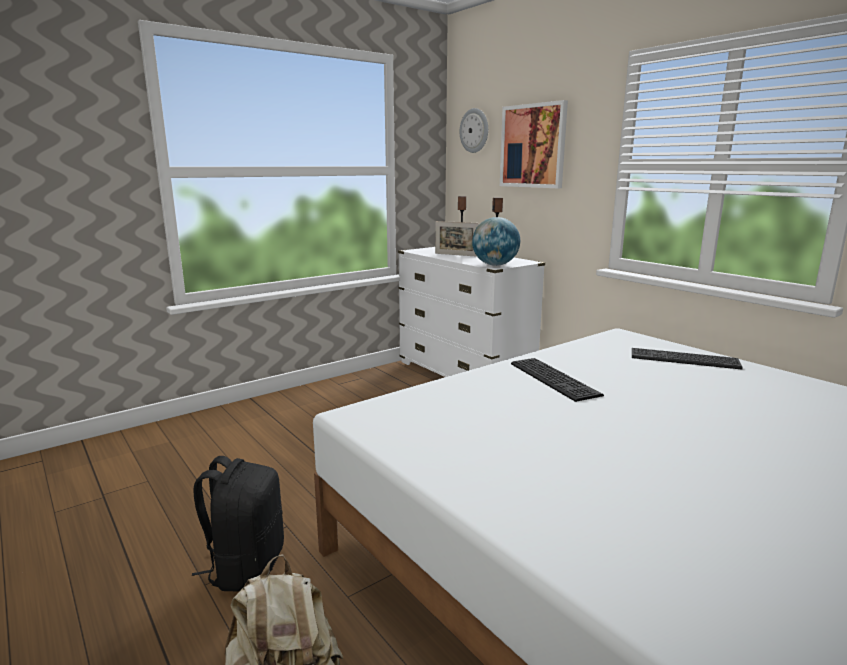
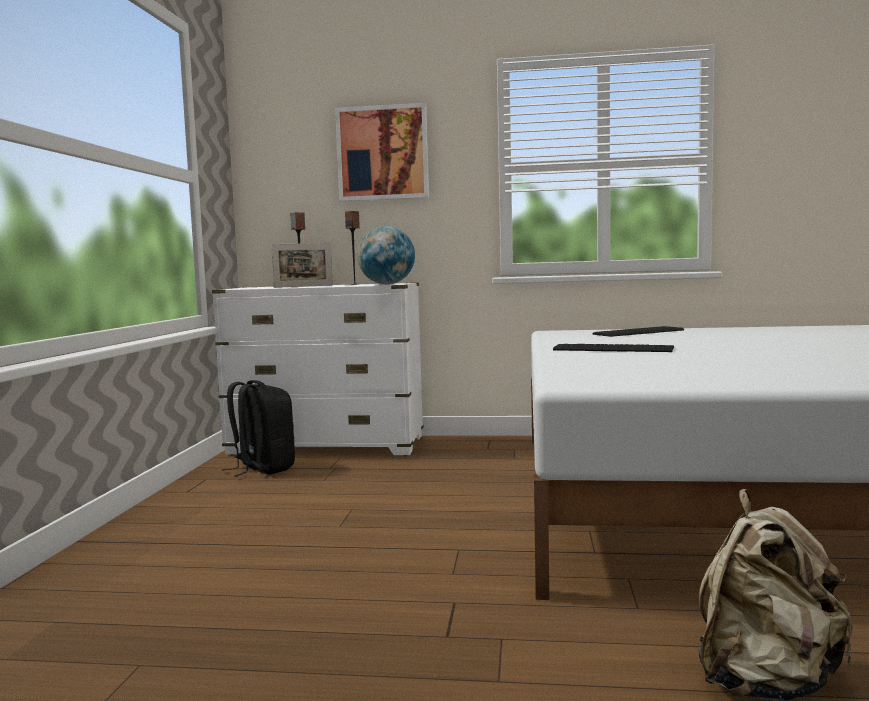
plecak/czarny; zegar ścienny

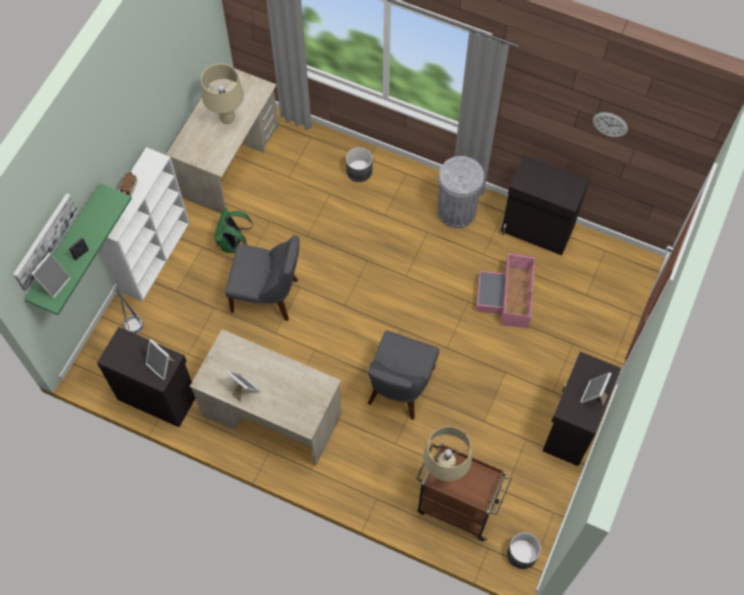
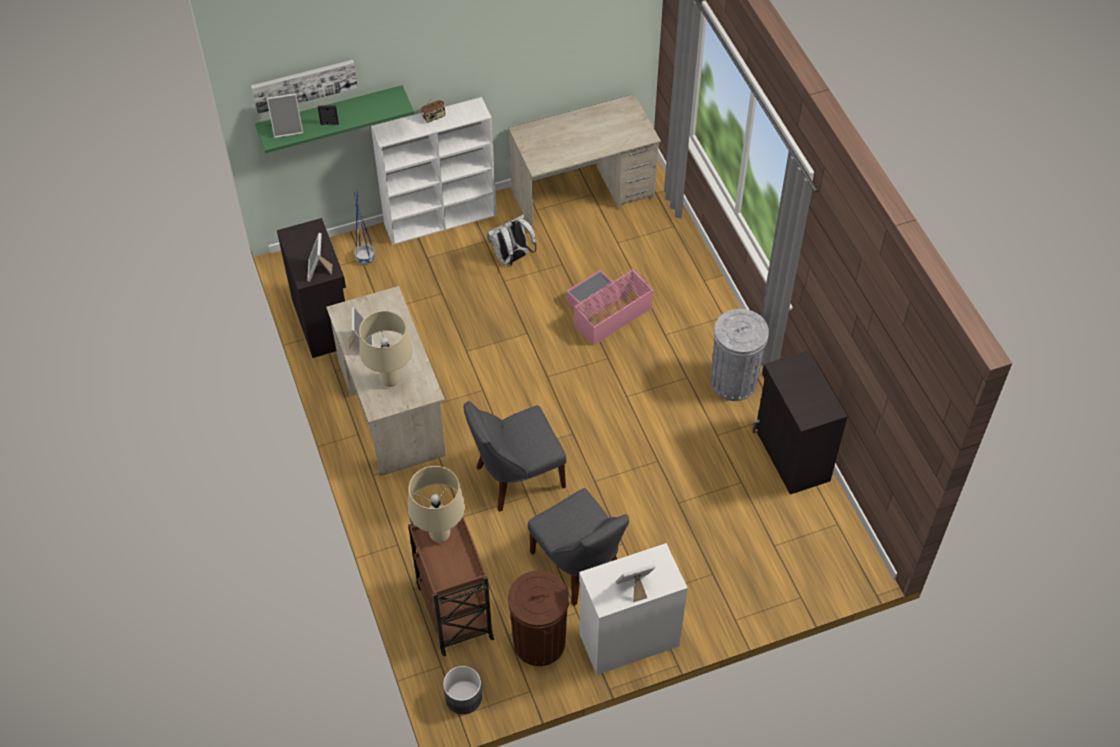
lampa stołowa/beżowy (1st from left); plecak/biały; krzesło/szary (2nd from left); donica/szary (1st from left in the first image); pojemnik do przechowywania/różowy; szafka/biały; zegar ścienny; kosz na śmieci/brązowy

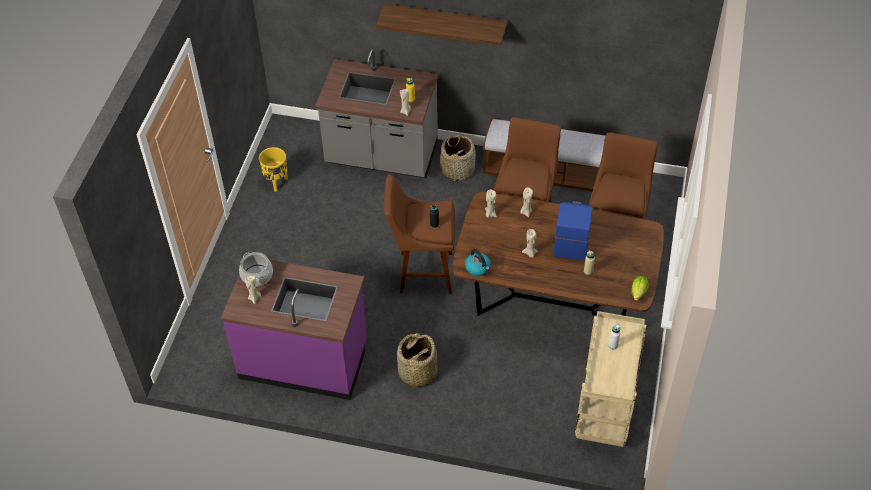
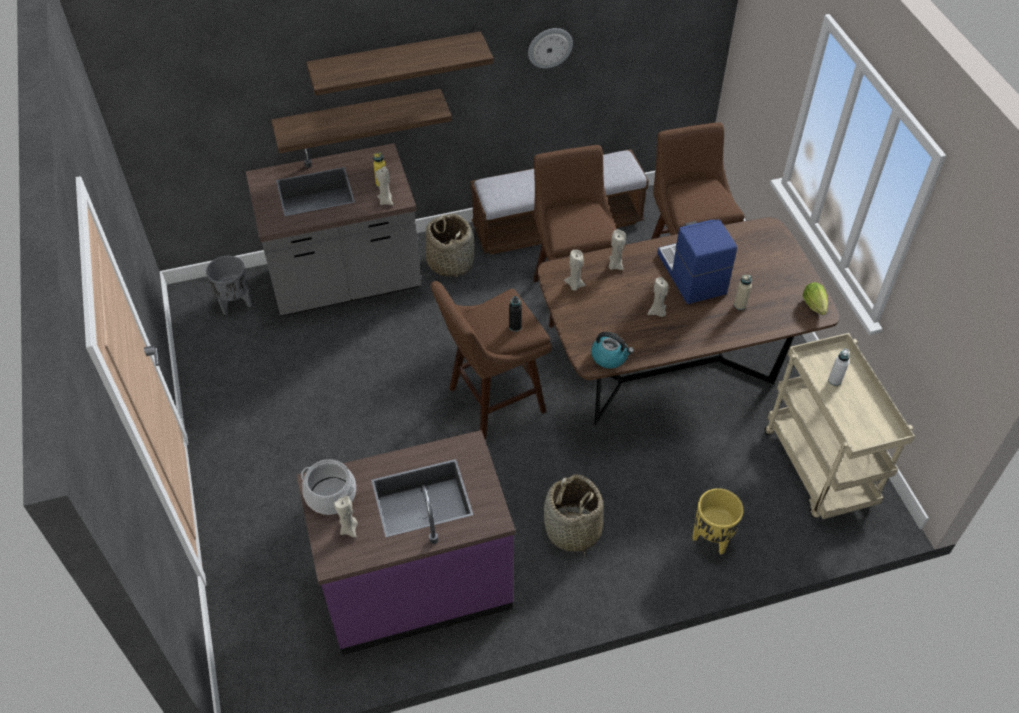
donica/żółty; donica/szary; półka (1st from left); zegar ścienny

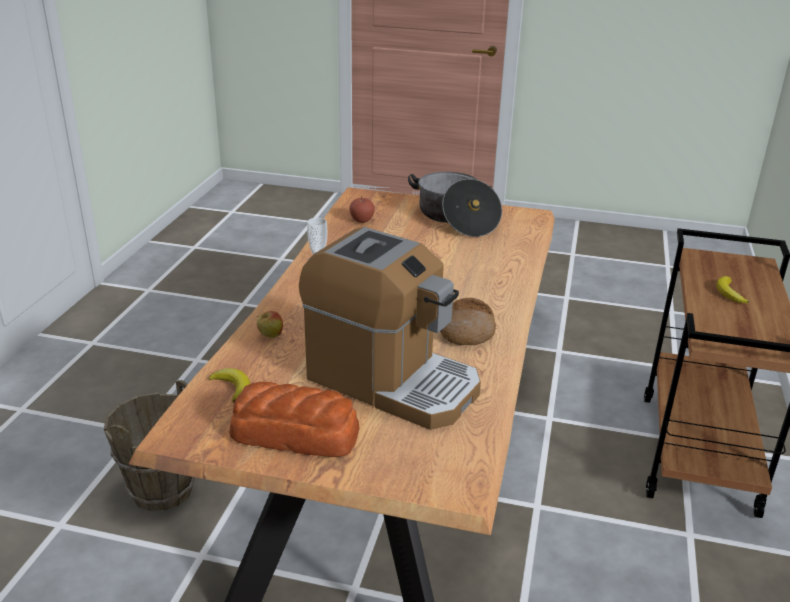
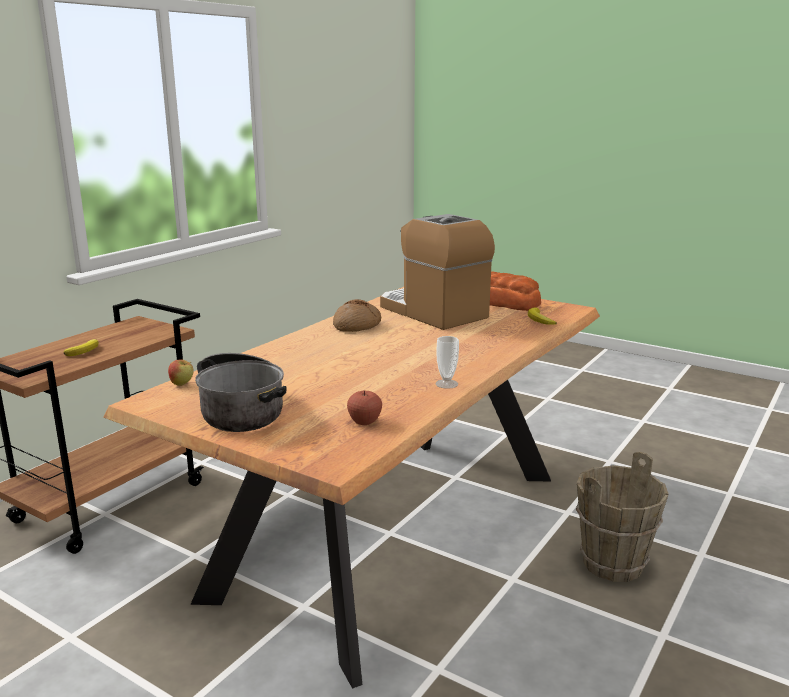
jabłko (1st from left)

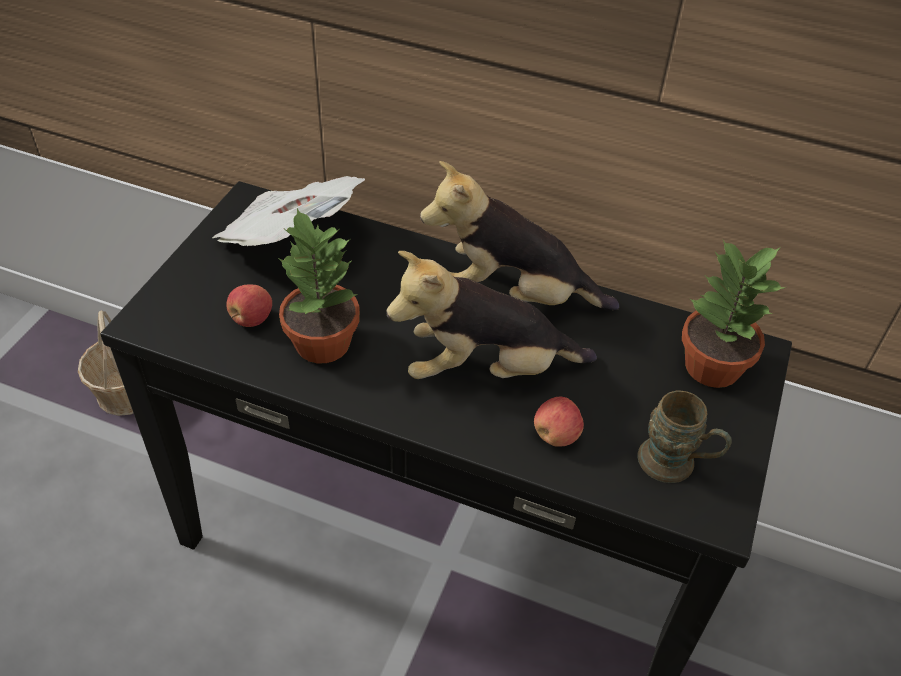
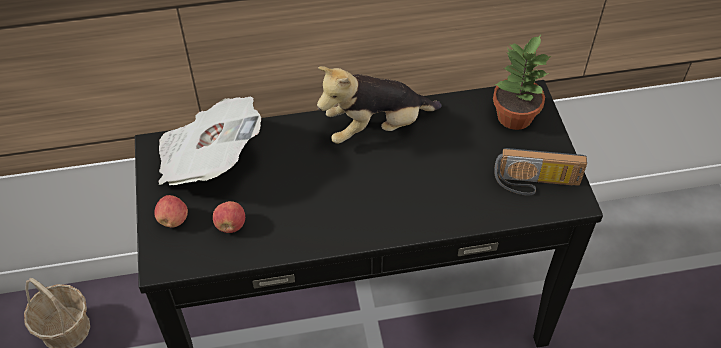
roślina doniczkowa (1st from left in the first image); pluszak (1st from left in the first image); jabłko (1st from left); radio

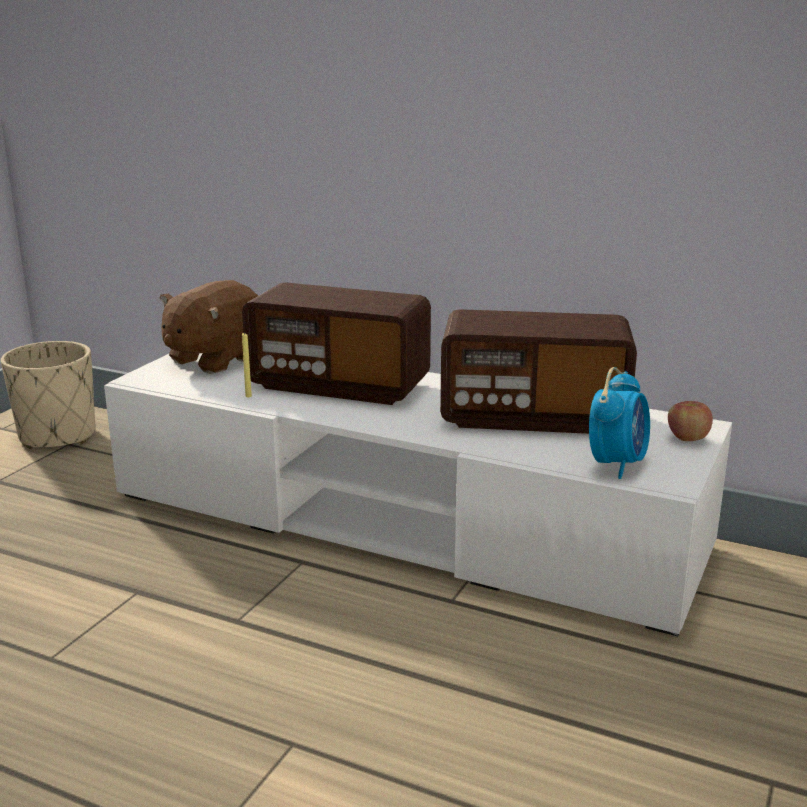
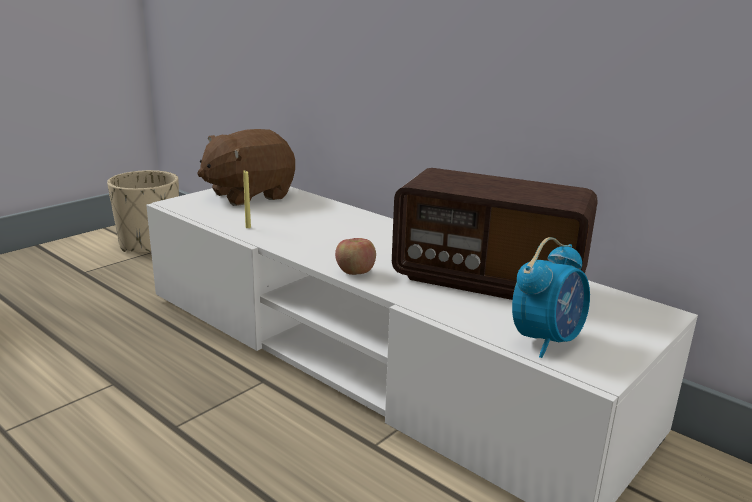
radio (1st from left in the first image); jabłko

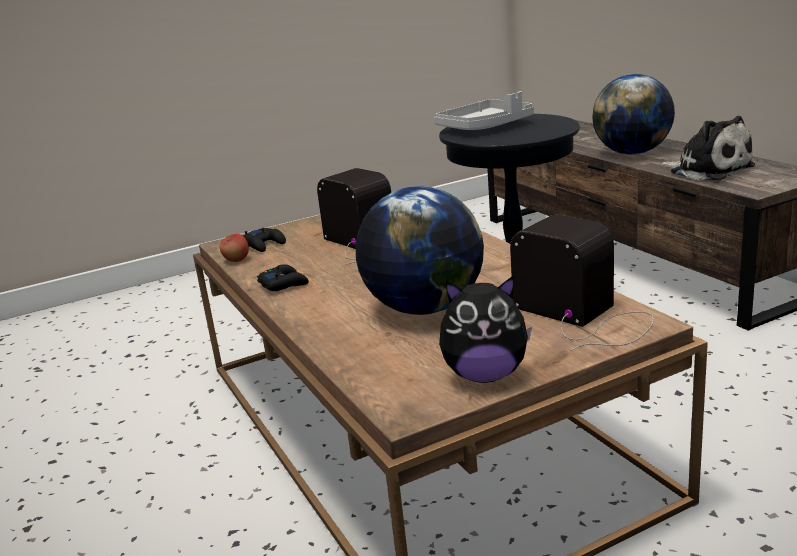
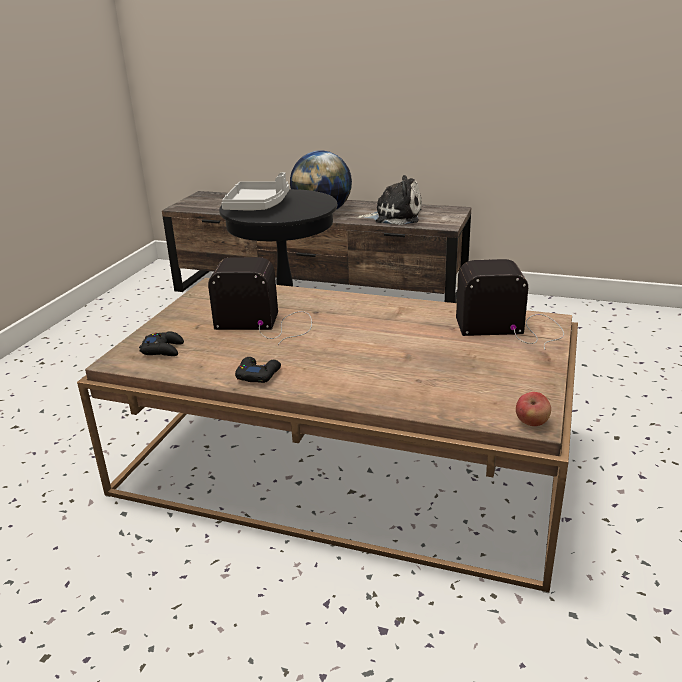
jabłko; globus (1st from left in the first image); pluszak (1st from left in the first image)

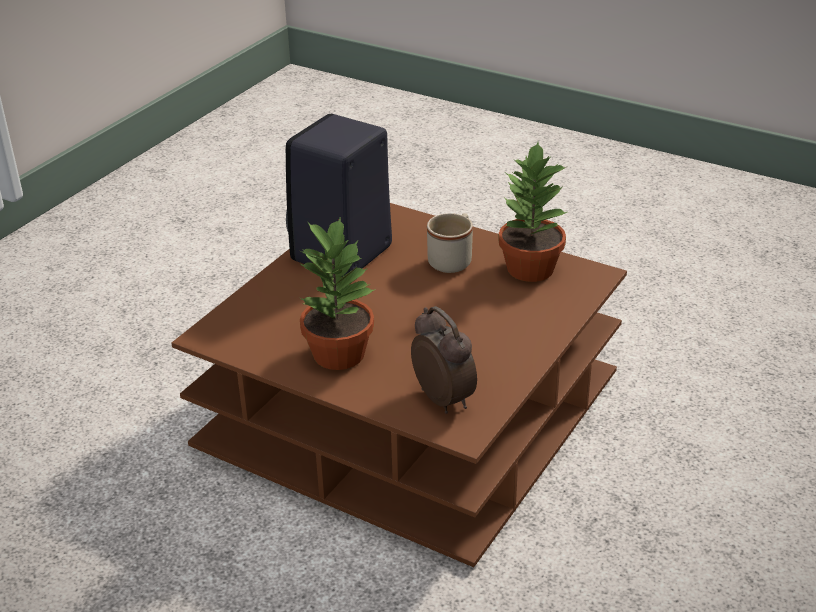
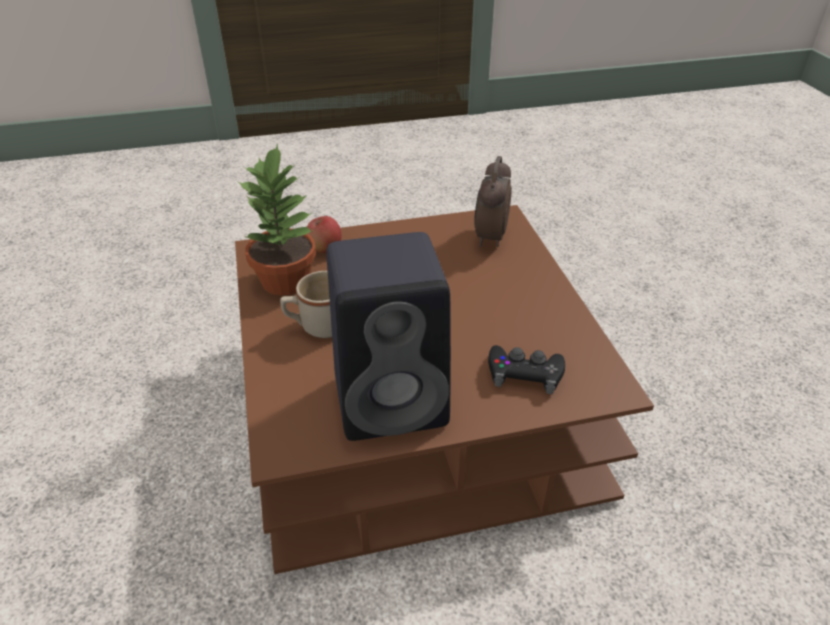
roślina doniczkowa (1st from left in the first image); jabłko; pad do gier/czarny

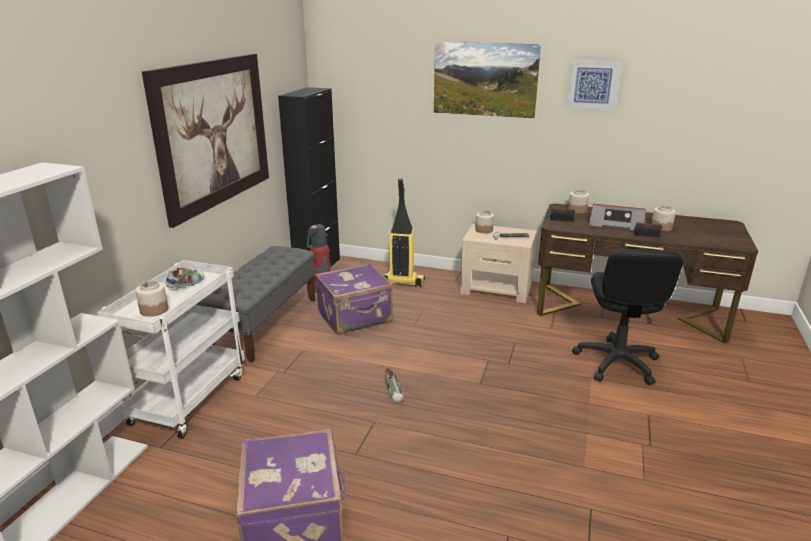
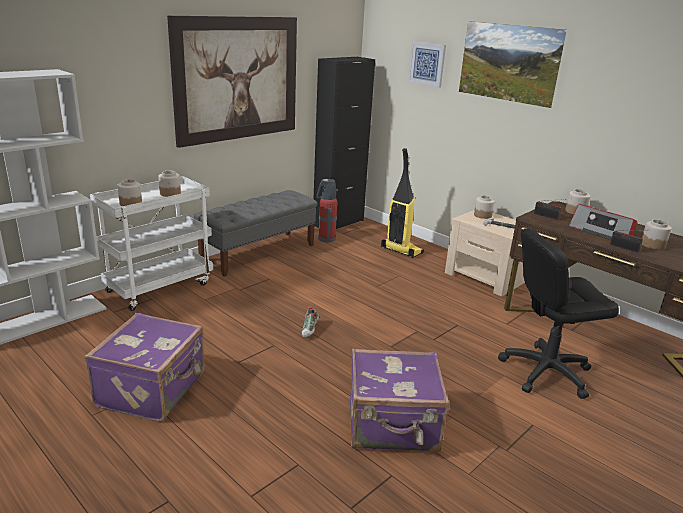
słoik (2nd from left); walizka/fioletowy (2nd from left); obraz (2nd from left); krzesło biurowe/czarny

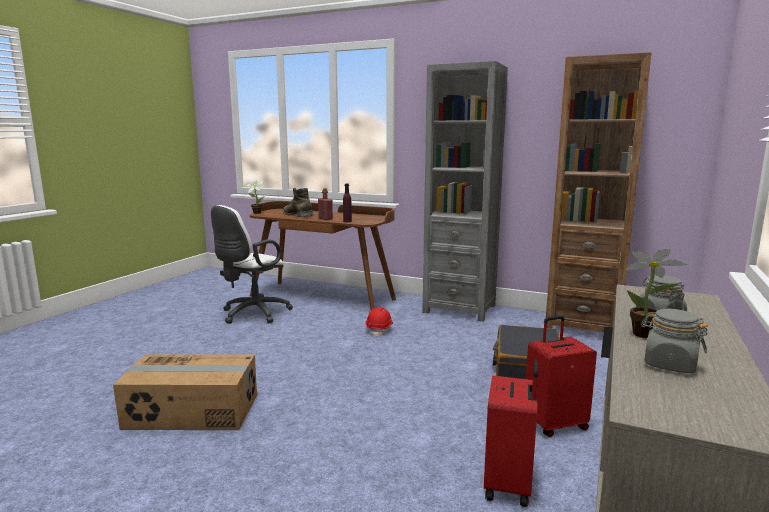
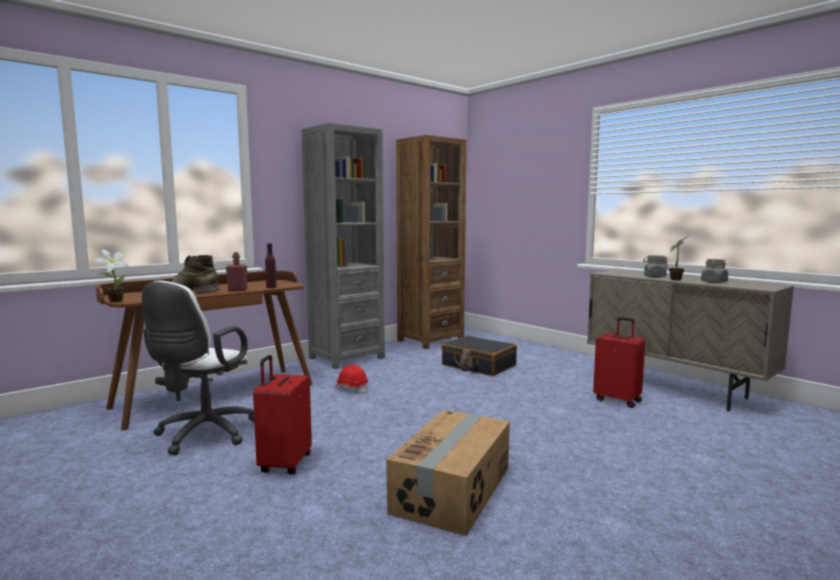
krzesło biurowe/biały; walizka/czerwony (1st from left)

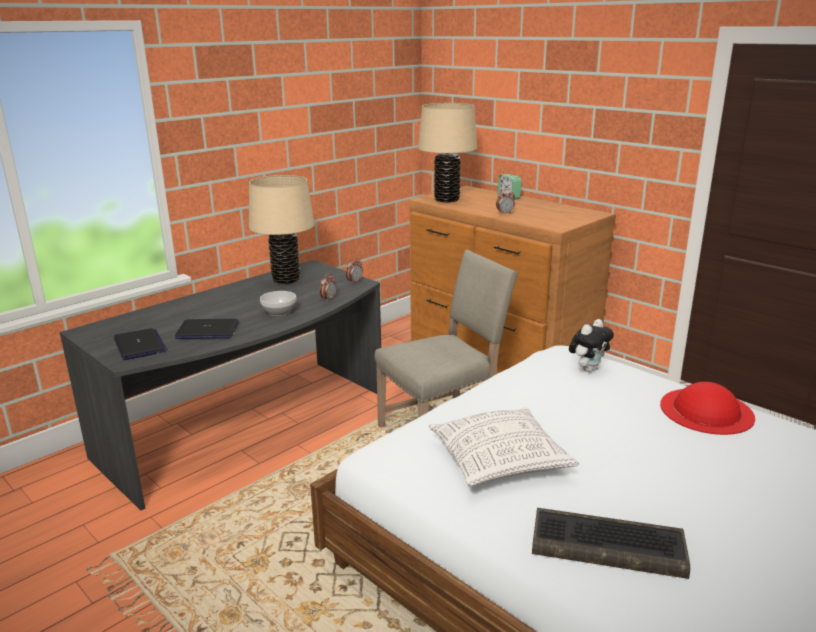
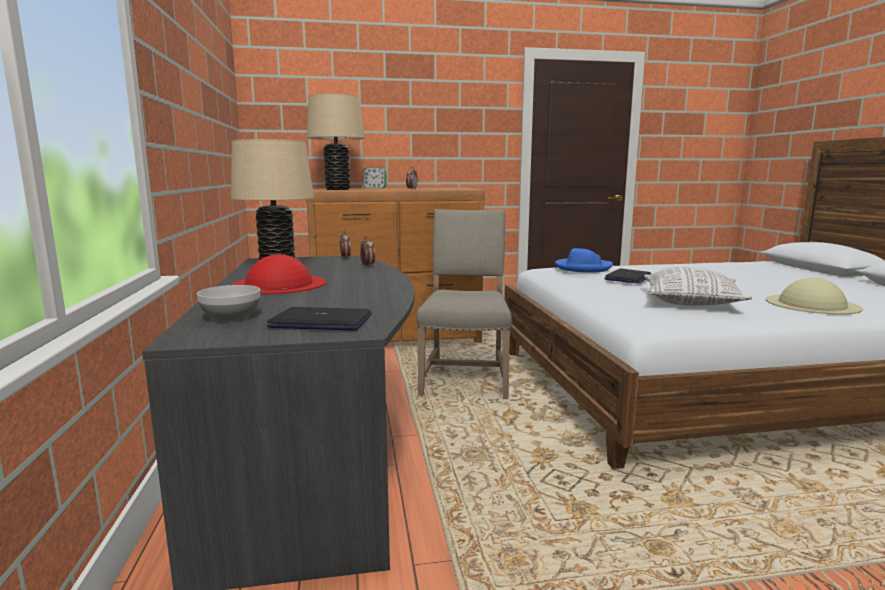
laptop (2nd from left); miska; kapelusz/beżowy; kapelusz/niebieski; kapelusz/czerwony

